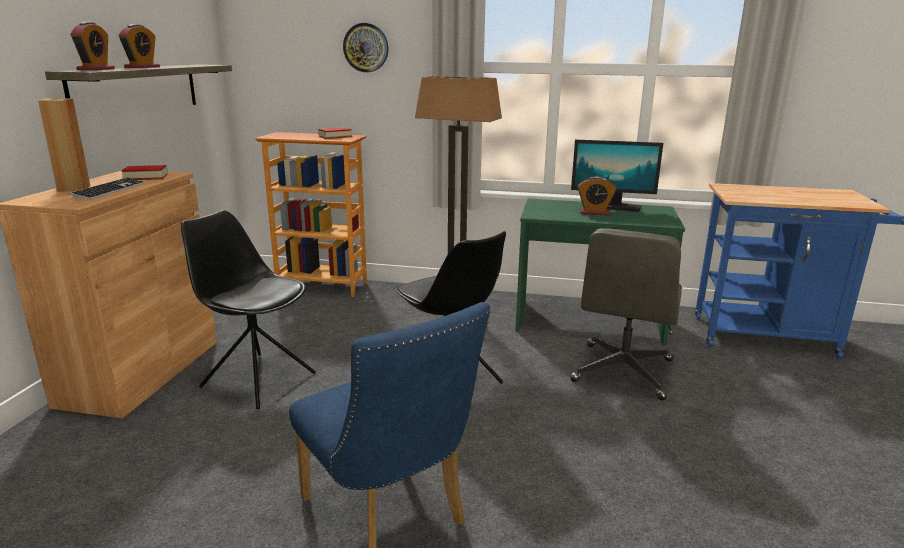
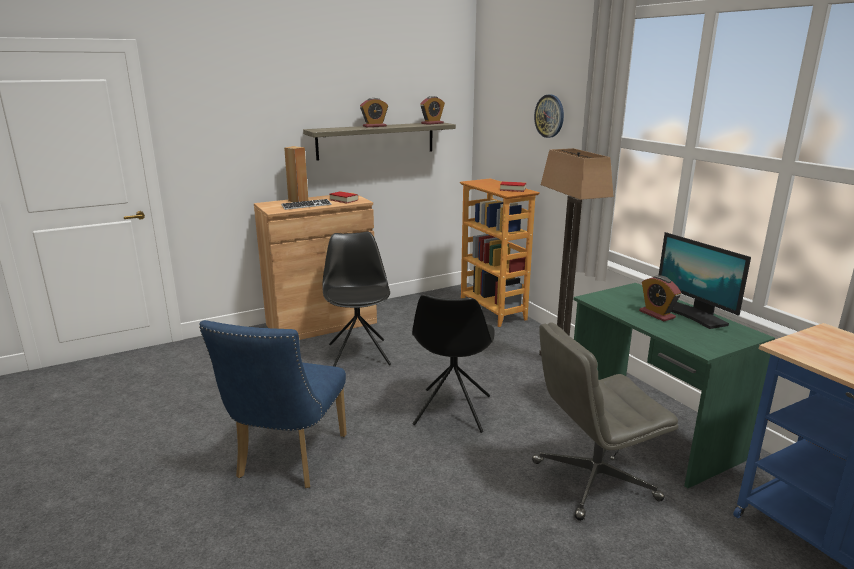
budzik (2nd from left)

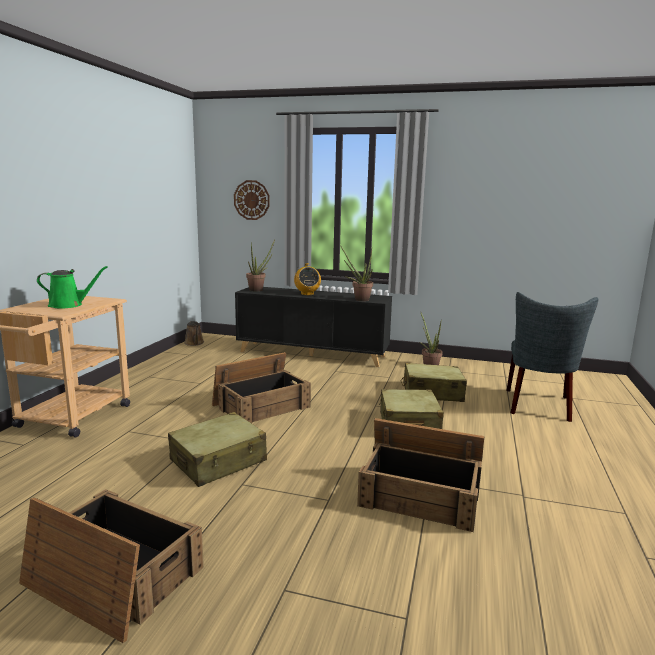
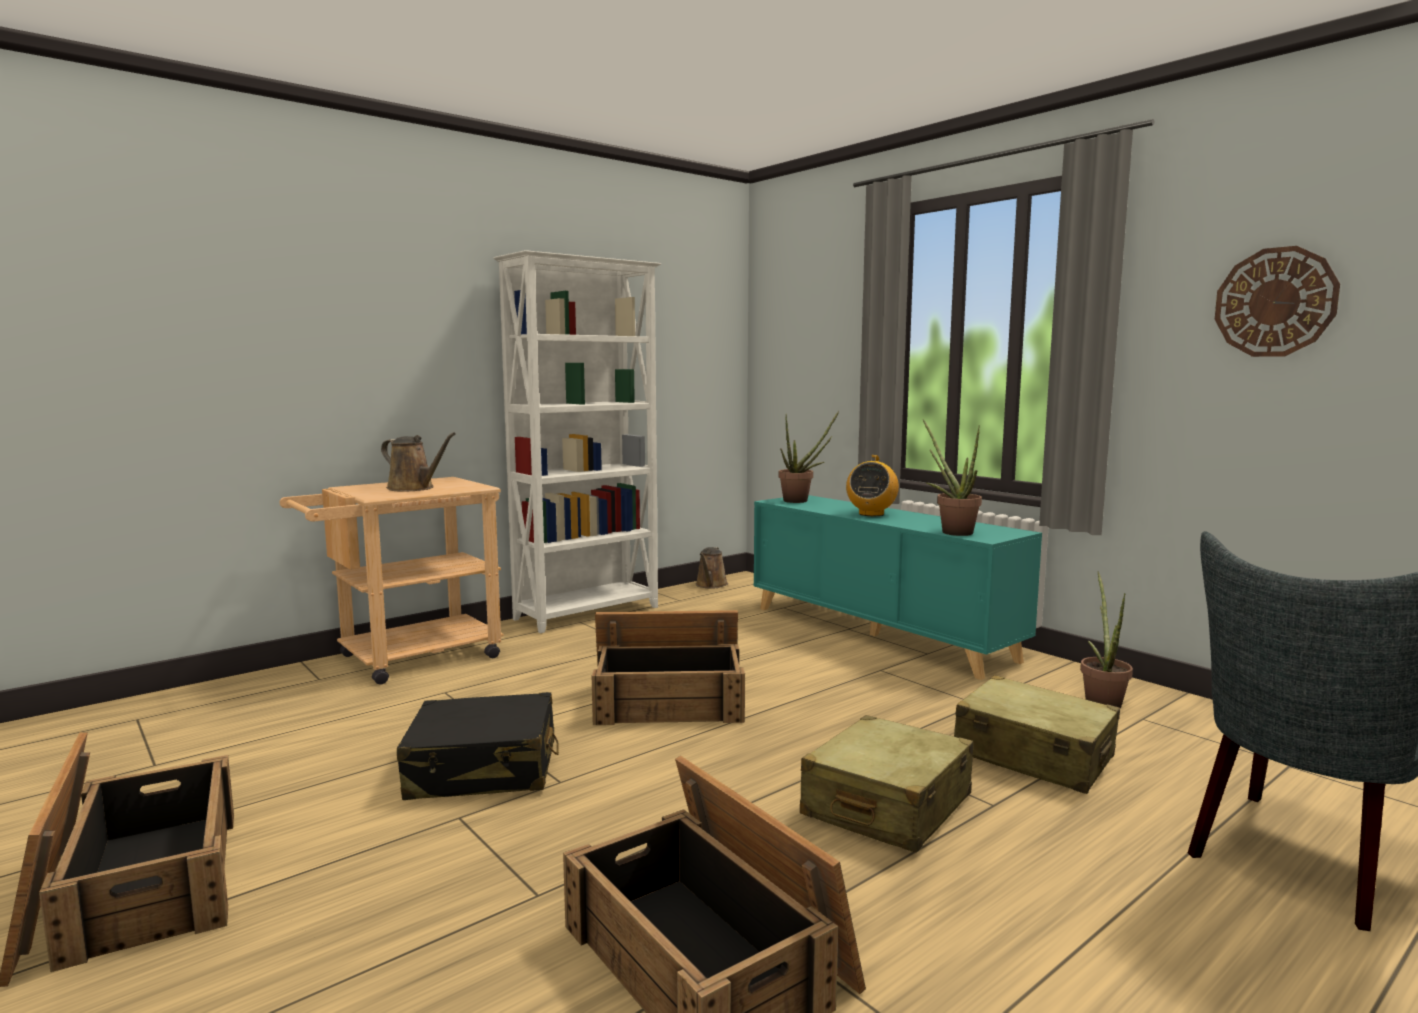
konewka/brązowy (1st from left); walizka/czarny; zegar ścienny; szafka/turkusowy; regał/biały

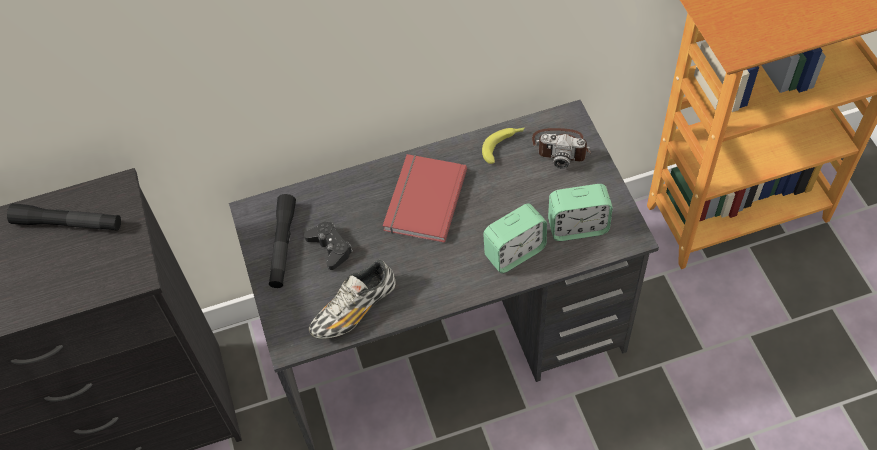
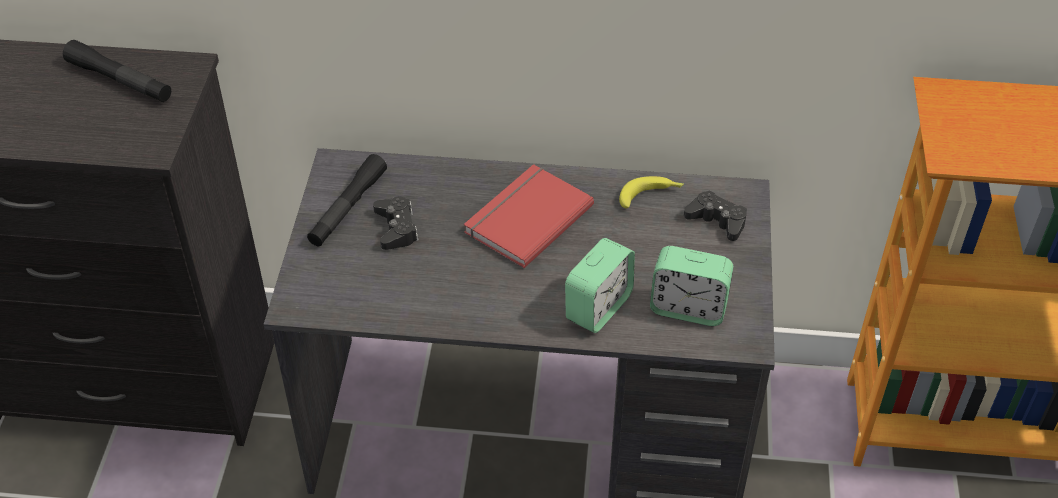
but; budzik (1st from left); pad do gier/czarny (2nd from left)

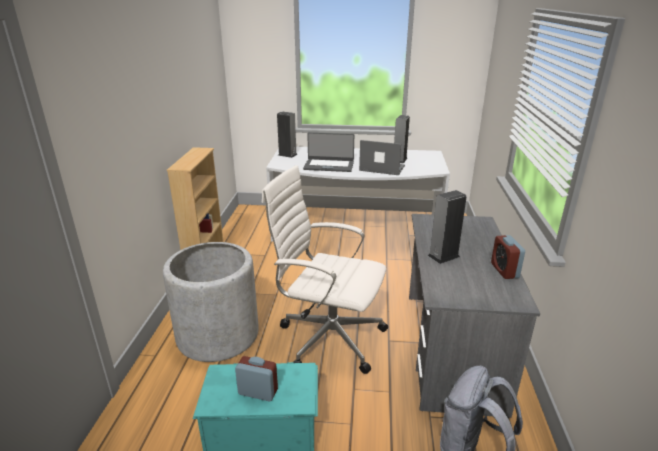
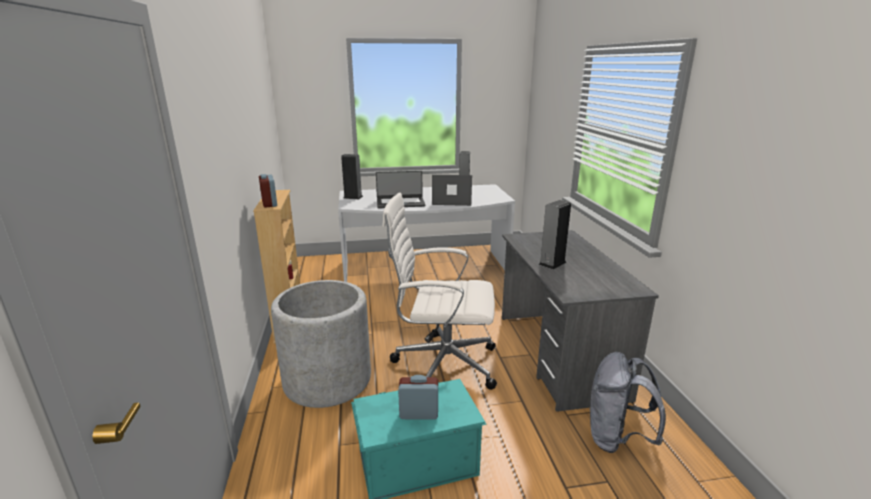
budzik (1st from left)

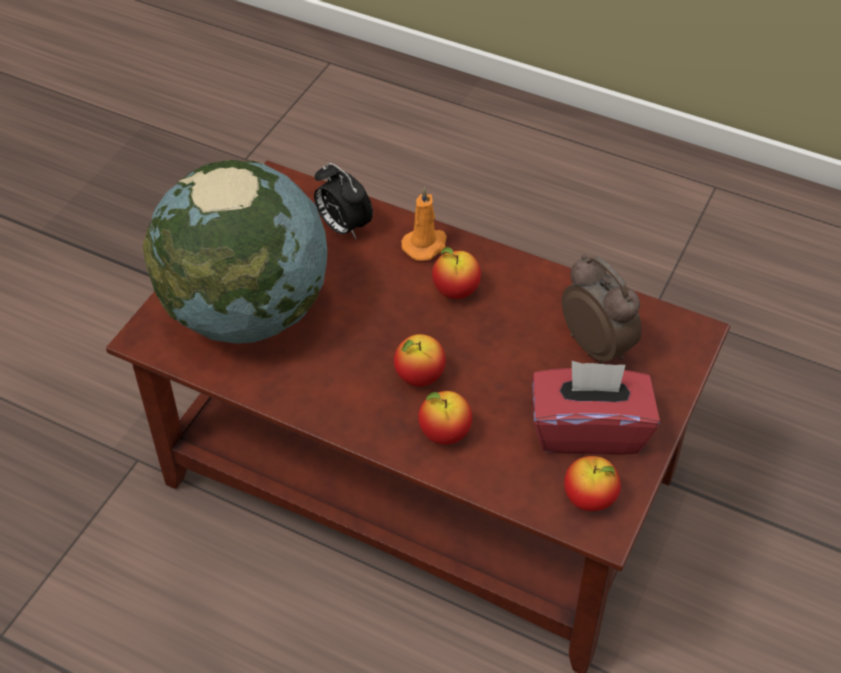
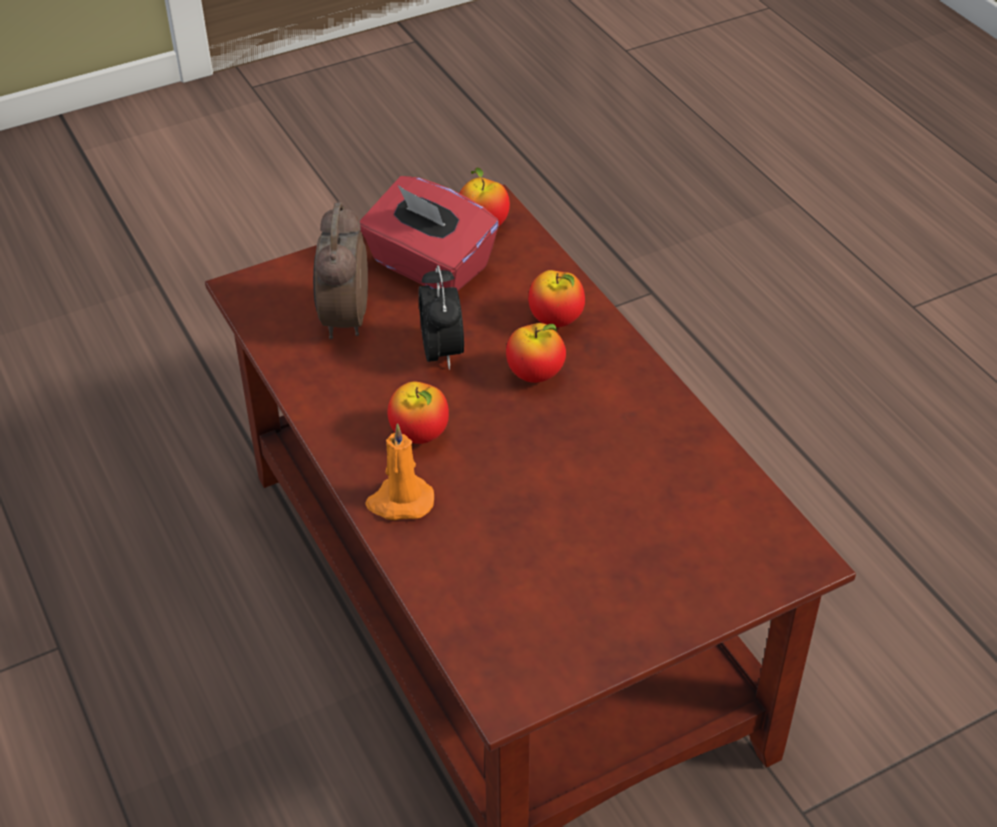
globus; budzik (2nd from left)

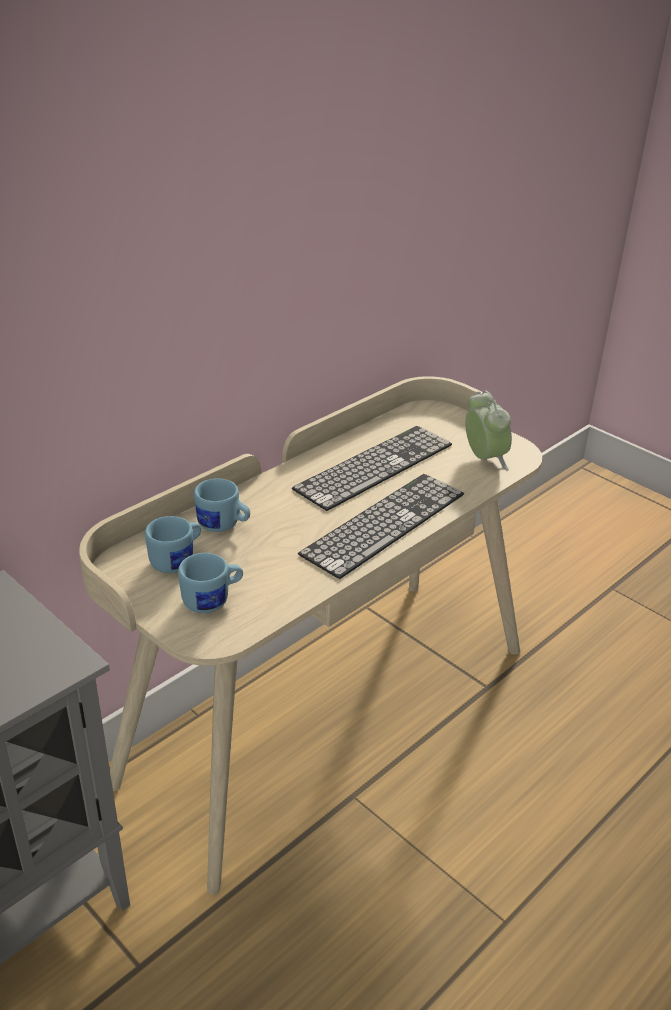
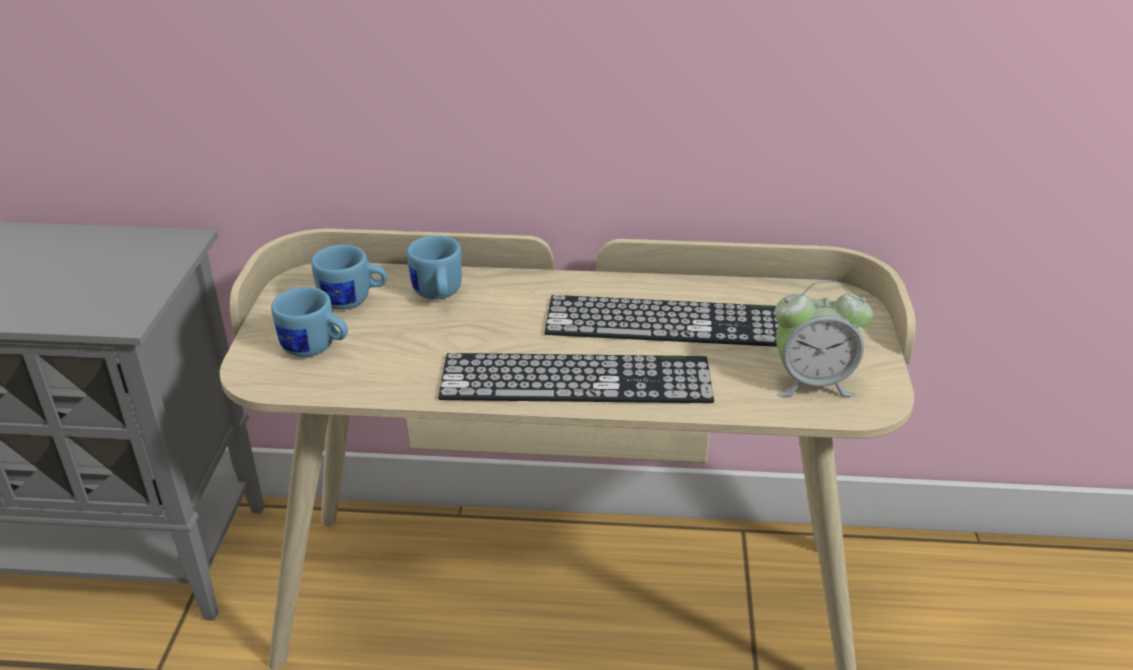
budzik

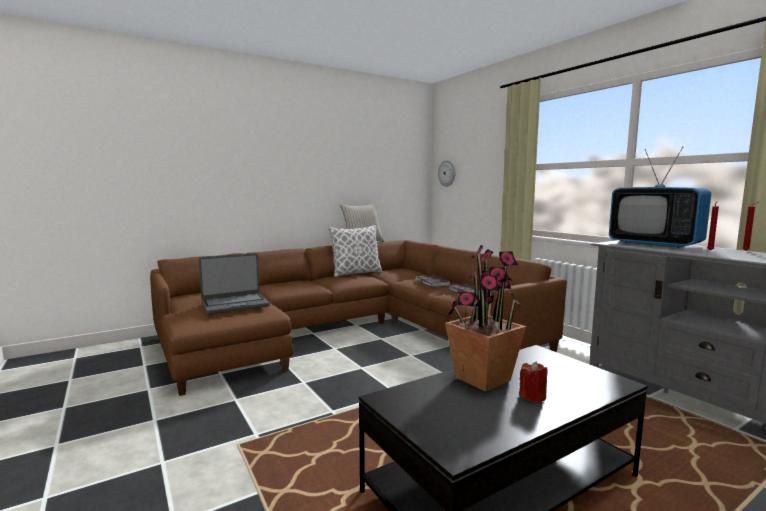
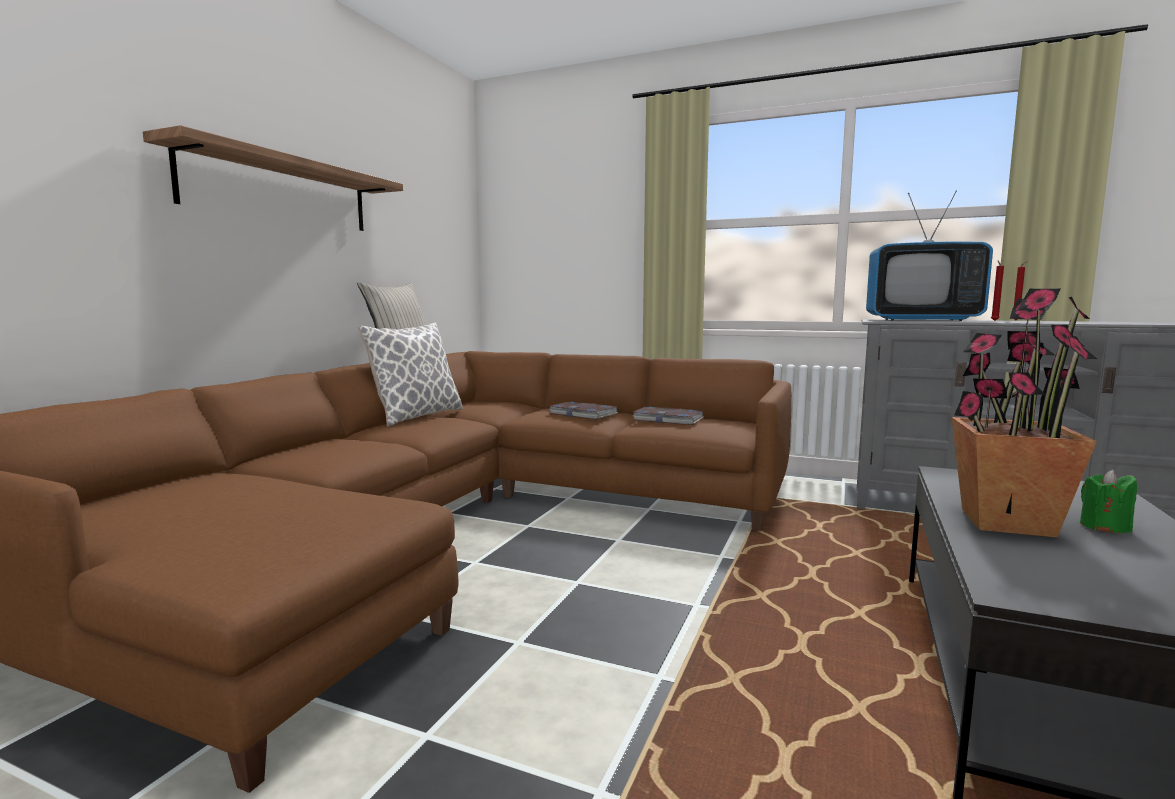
laptop; zegar ścienny; świeca/zielony; półka

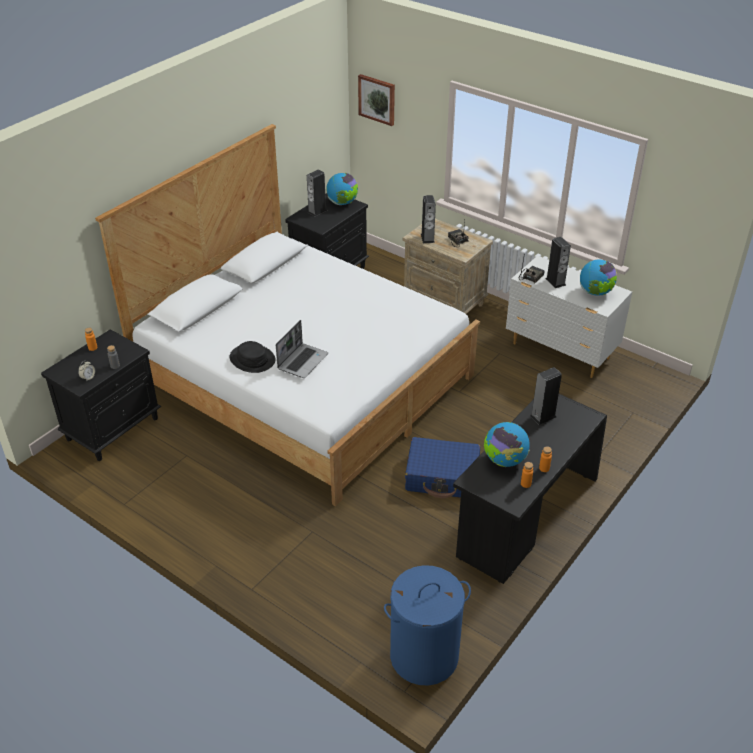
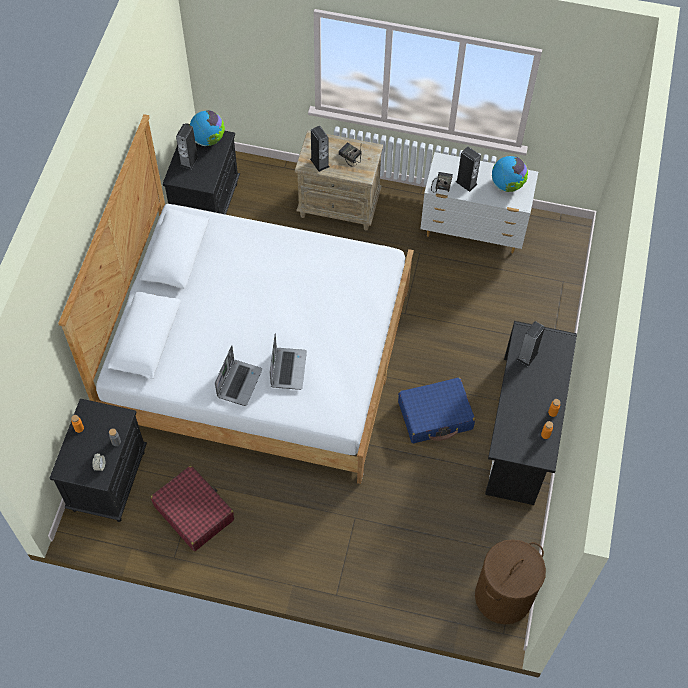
laptop (1st from left); obraz; kosz na pranie/brązowy; globus (2nd from left in the first image); walizka/czerwony

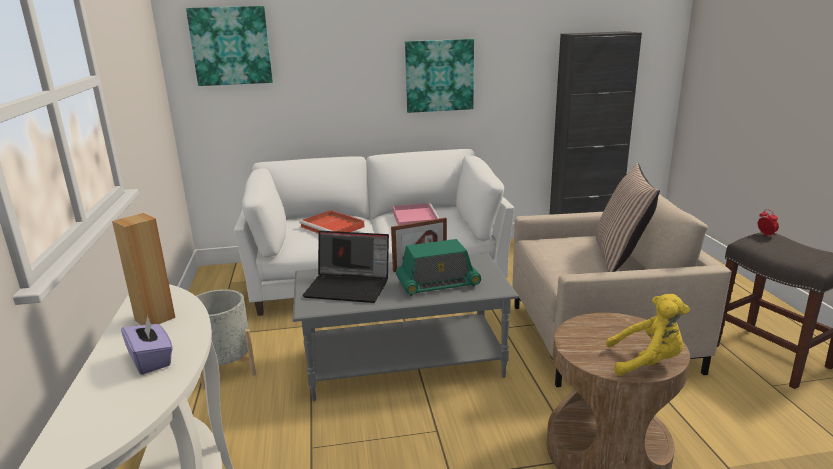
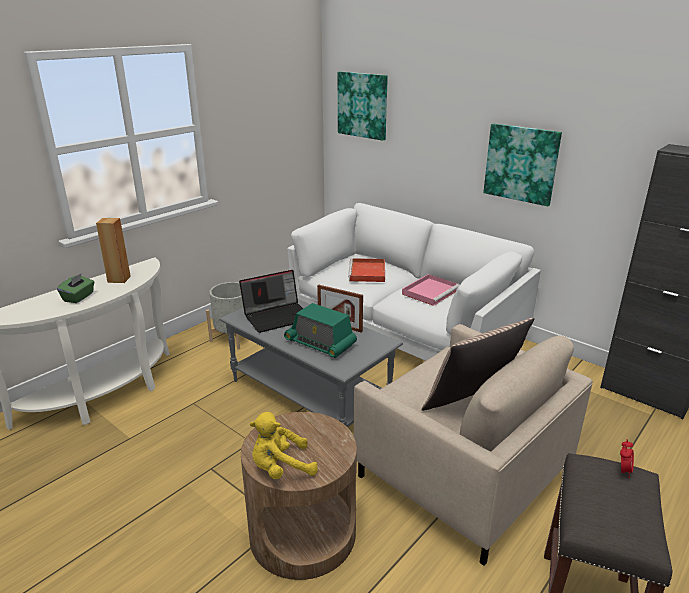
pudełko chusteczek/zielony; laptop; pluszak/żółty

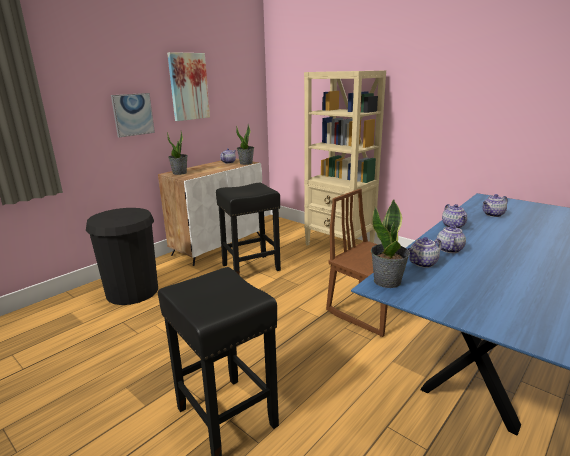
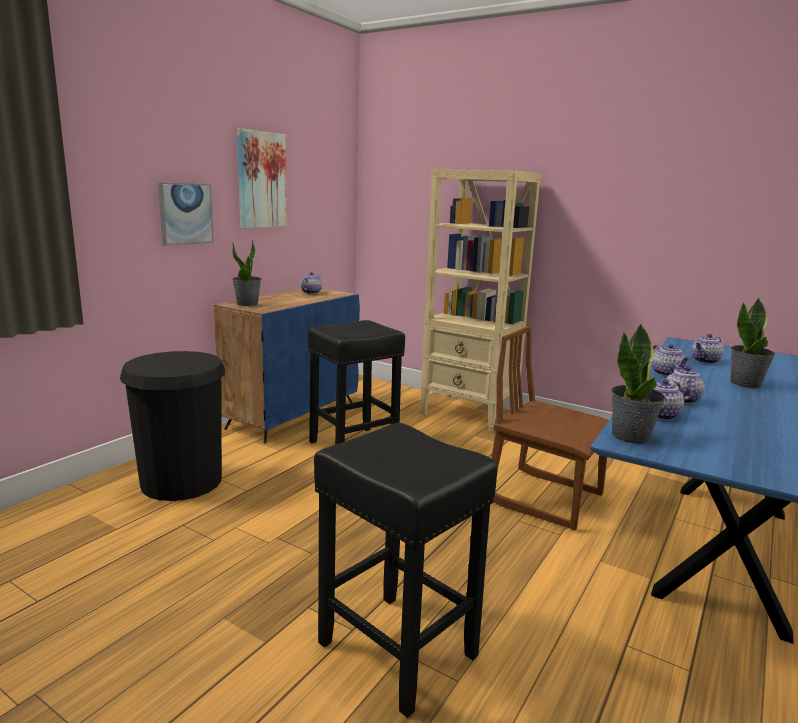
szafka/niebieski; roślina doniczkowa (3rd from left)

